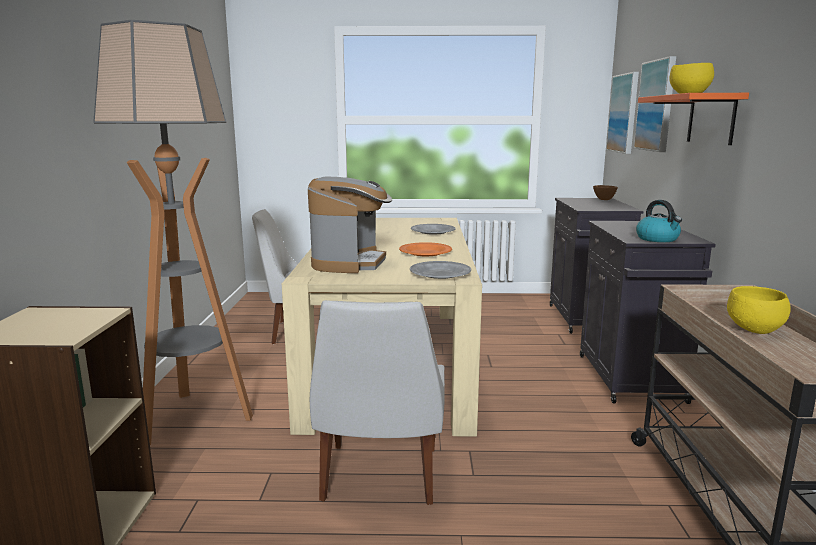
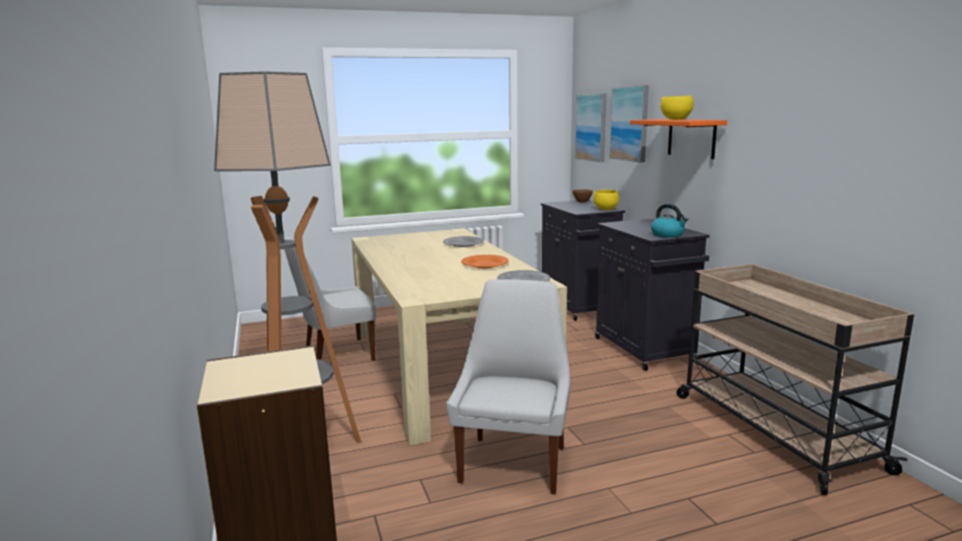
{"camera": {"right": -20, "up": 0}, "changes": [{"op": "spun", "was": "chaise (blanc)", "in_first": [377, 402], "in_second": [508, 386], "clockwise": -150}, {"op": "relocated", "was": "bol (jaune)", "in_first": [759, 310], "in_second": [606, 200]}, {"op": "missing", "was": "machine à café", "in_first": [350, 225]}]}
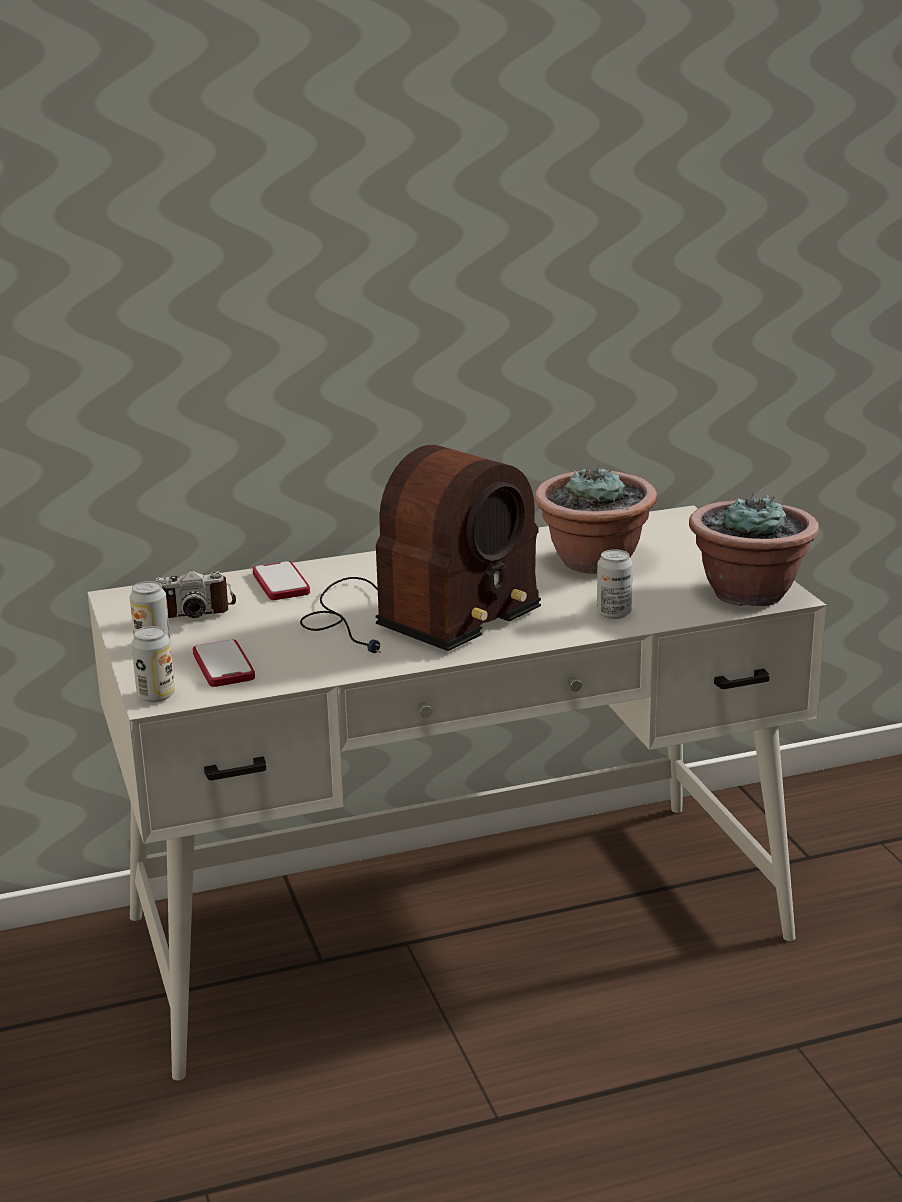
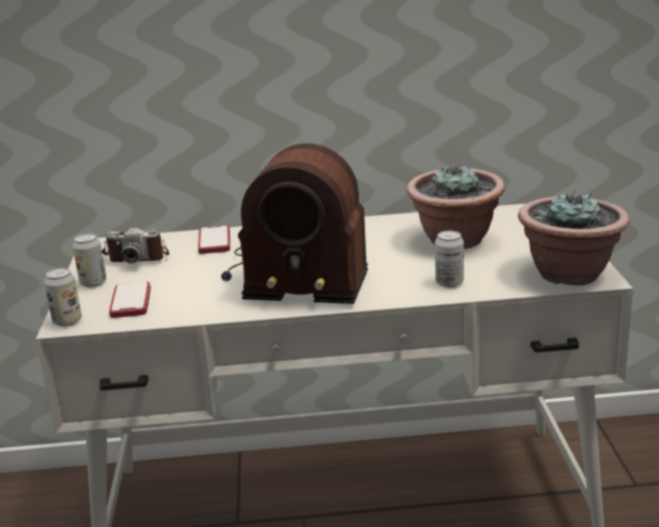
{"camera": {"right": 15, "up": 0}, "changes": [{"op": "spun", "was": "radio", "in_first": [420, 549], "in_second": [294, 223], "clockwise": 45}]}
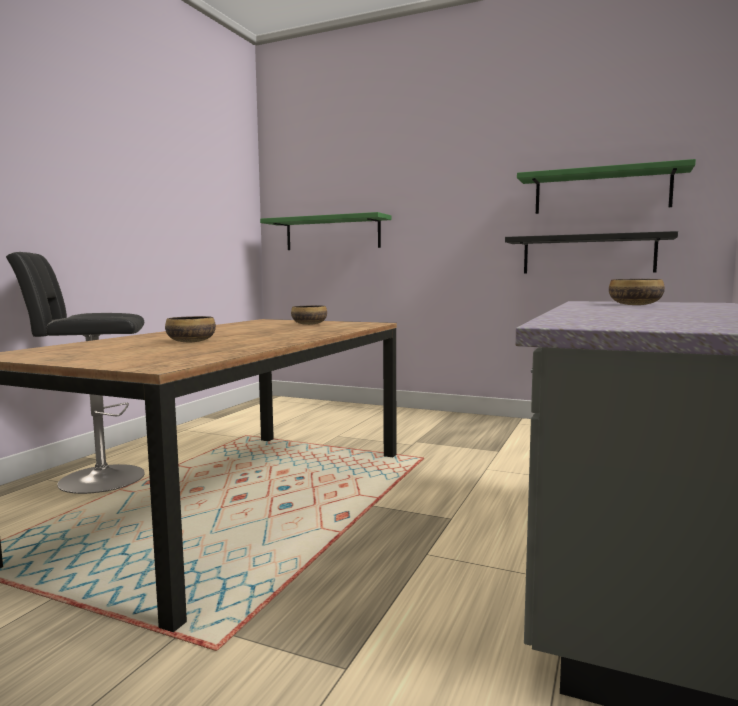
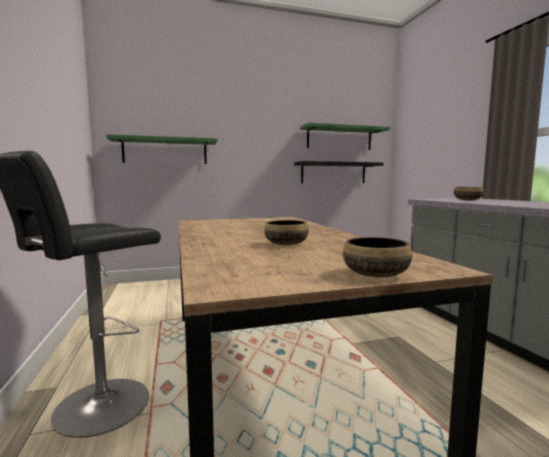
{"camera": {"right": -40, "up": 0}, "changes": [{"op": "relocated", "was": "bol", "in_first": [309, 315], "in_second": [377, 257]}]}
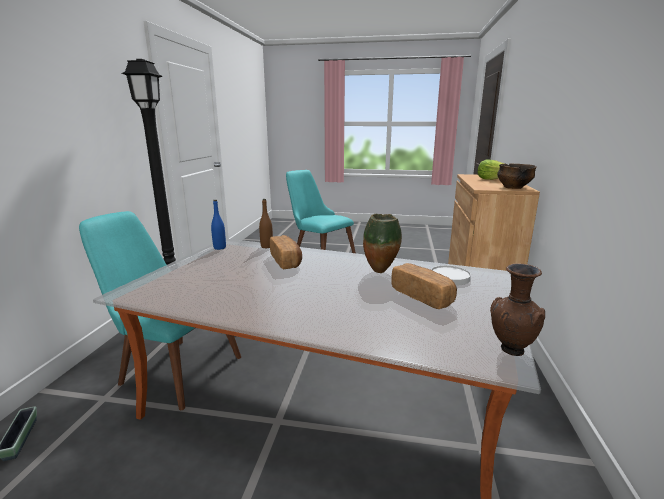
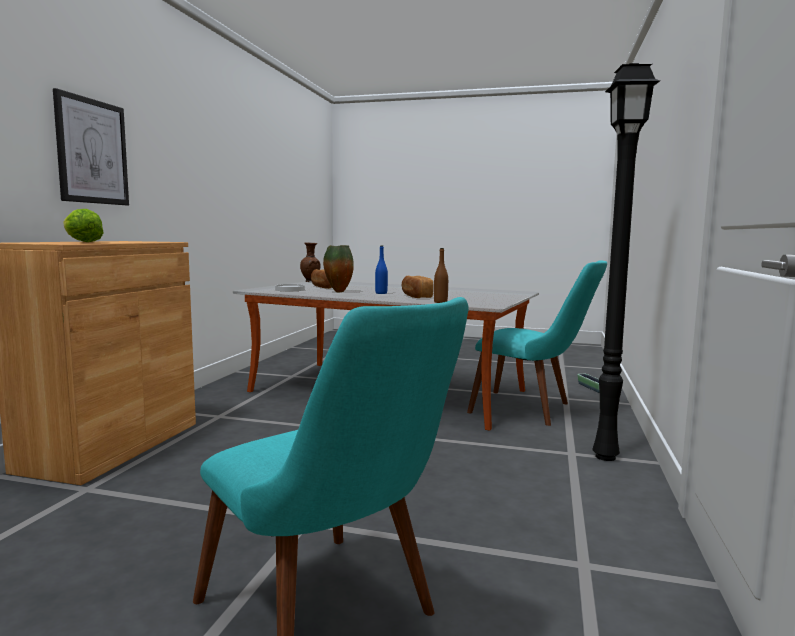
{"camera": {"right": -175, "up": -10}, "changes": [{"op": "appeared", "now": "tableau", "in_second": [91, 146]}, {"op": "relocated", "was": "bouteille (bleu)", "in_first": [218, 225], "in_second": [381, 270]}, {"op": "missing", "was": "bol", "in_first": [517, 176]}]}
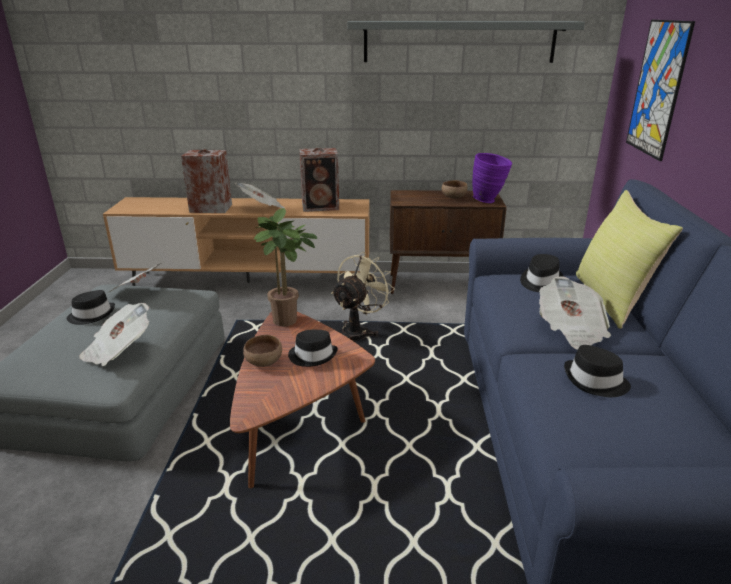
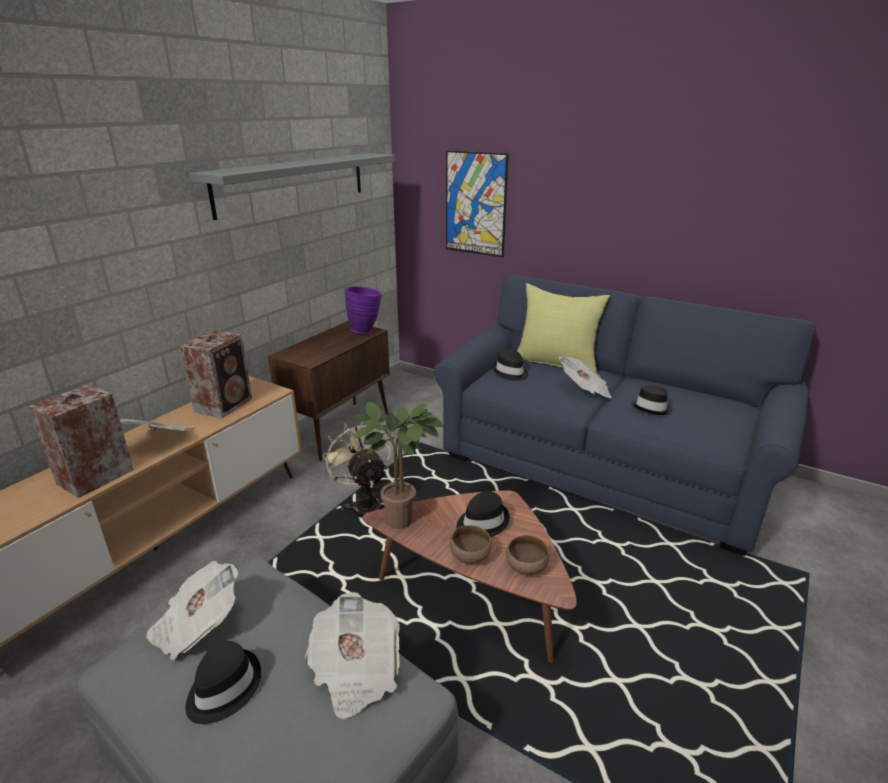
{"camera": {"right": -60, "up": 0}, "changes": [{"op": "relocated", "was": "bol (marron)", "in_first": [454, 189], "in_second": [527, 555]}]}
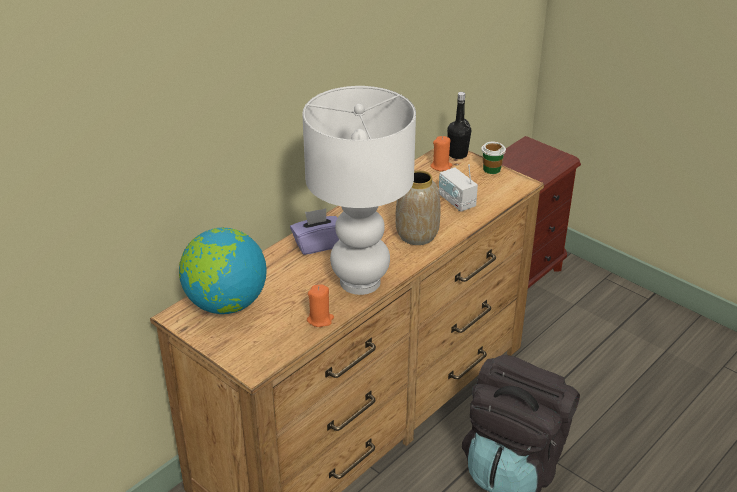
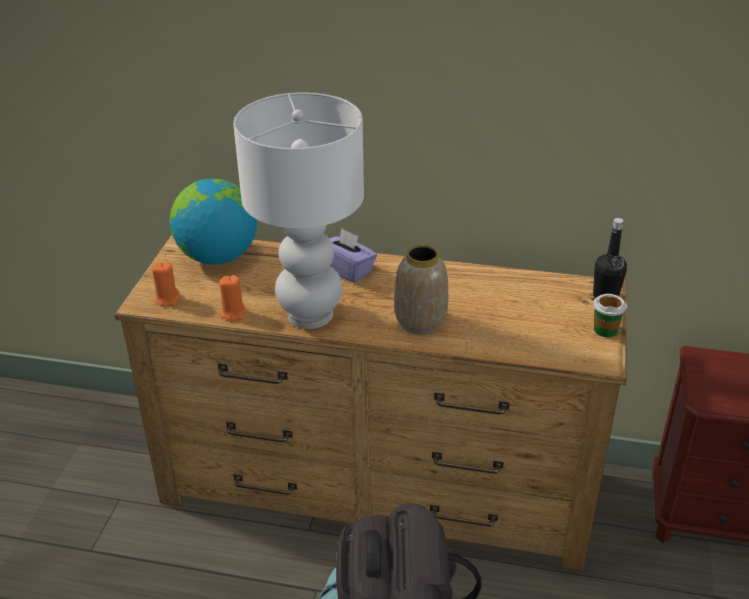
{"camera": {"right": 60, "up": 0}, "changes": [{"op": "relocated", "was": "bougie (orange)", "in_first": [441, 153], "in_second": [166, 284]}, {"op": "missing", "was": "radio", "in_first": [458, 188]}]}
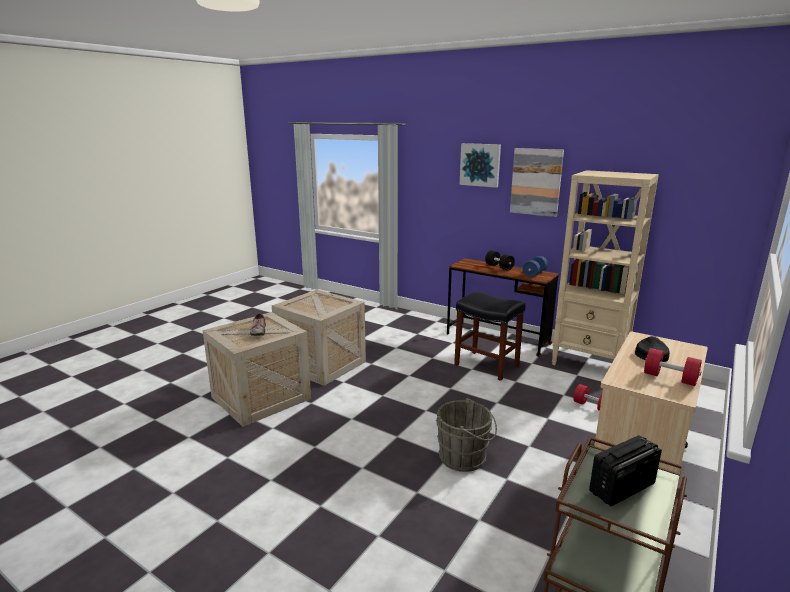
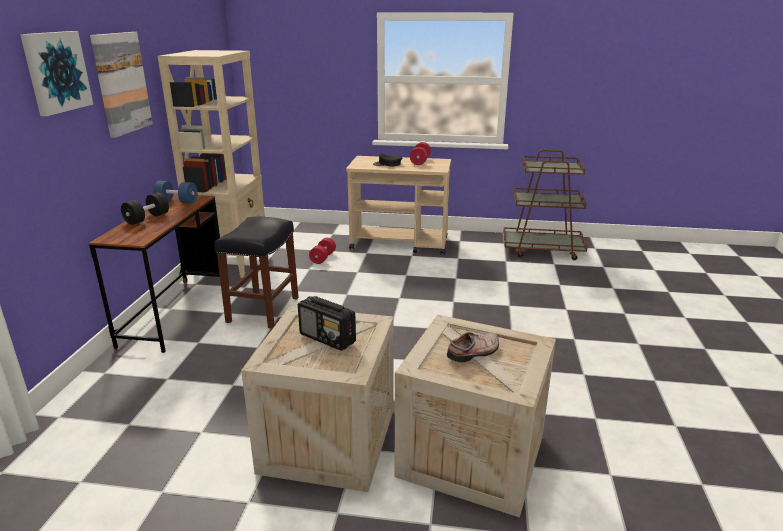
{"camera": {"right": -115, "up": 5}, "changes": [{"op": "relocated", "was": "radio", "in_first": [625, 470], "in_second": [327, 323]}, {"op": "missing", "was": "seau (gris)", "in_first": [466, 435]}]}
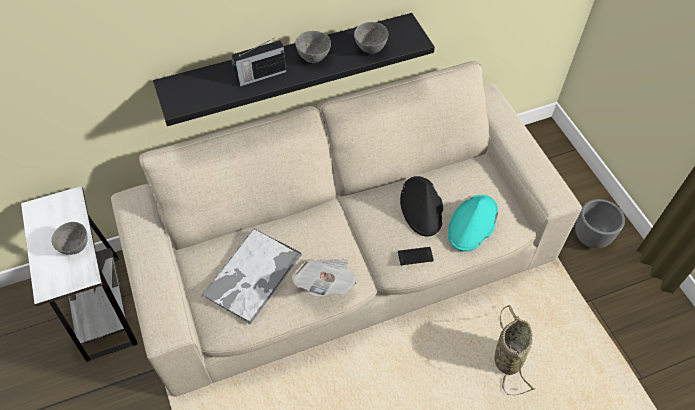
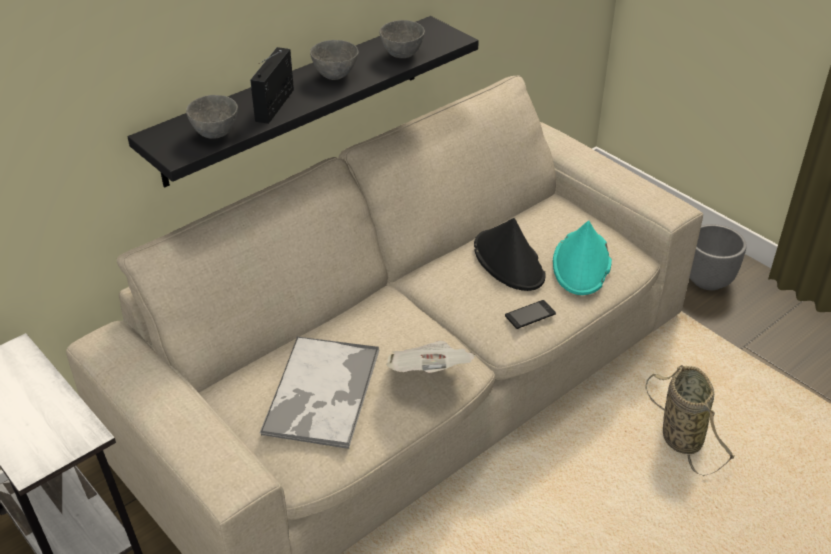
{"camera": {"right": -20, "up": -15}, "changes": [{"op": "relocated", "was": "bol (gris)", "in_first": [69, 238], "in_second": [212, 117]}, {"op": "spun", "was": "radio", "in_first": [258, 62], "in_second": [272, 85], "clockwise": 150}]}
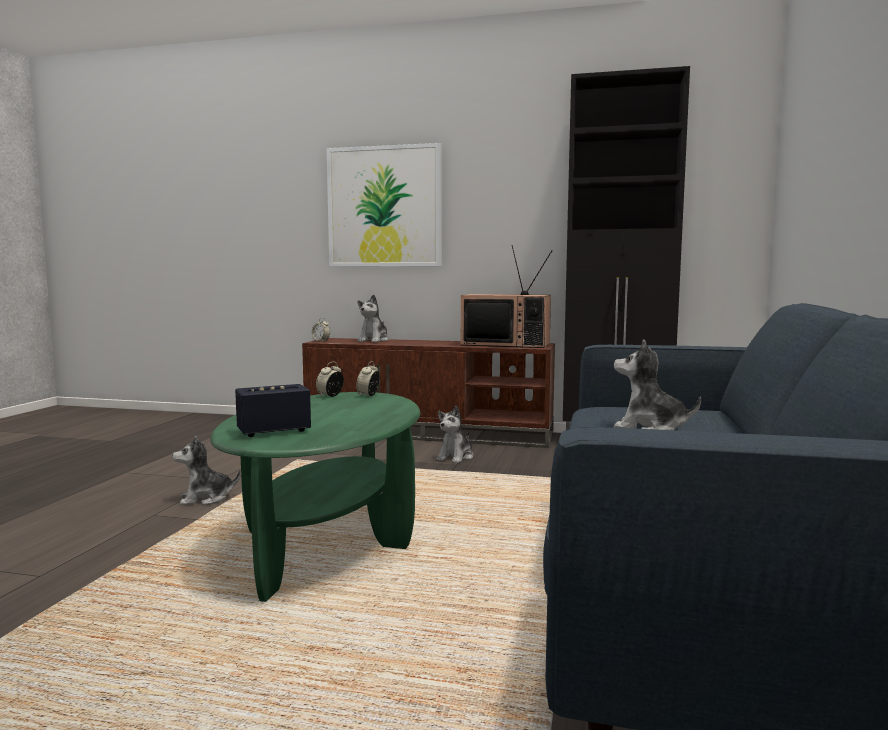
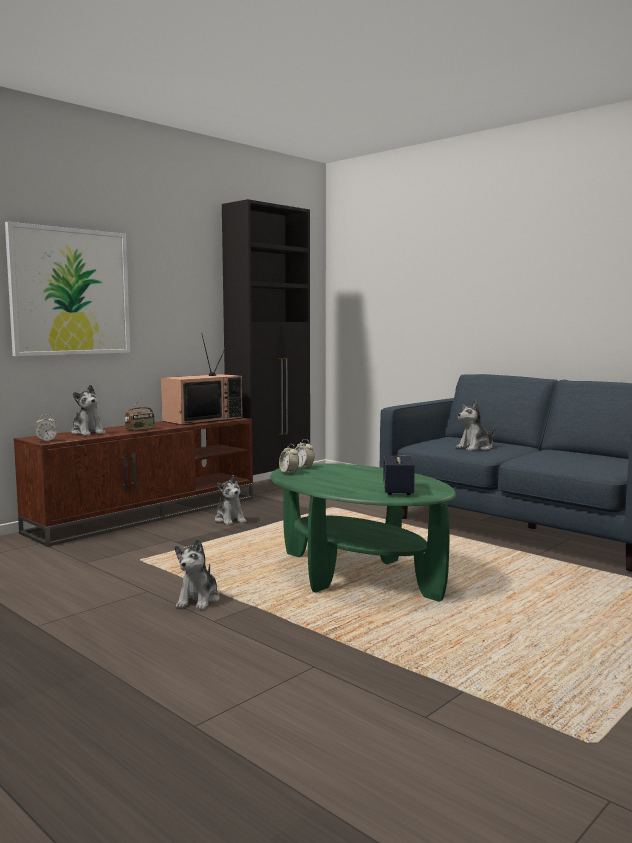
{"camera": {"right": -60, "up": 0}, "changes": [{"op": "appeared", "now": "radio", "in_second": [140, 414]}]}
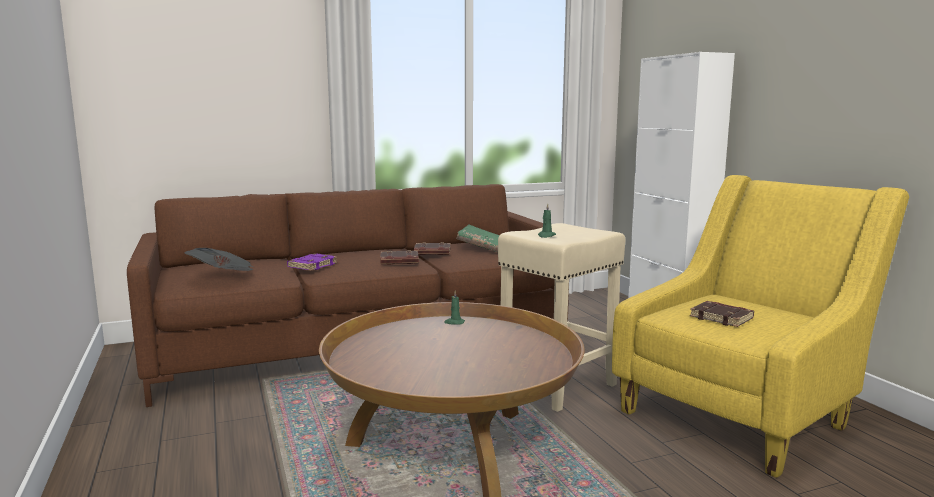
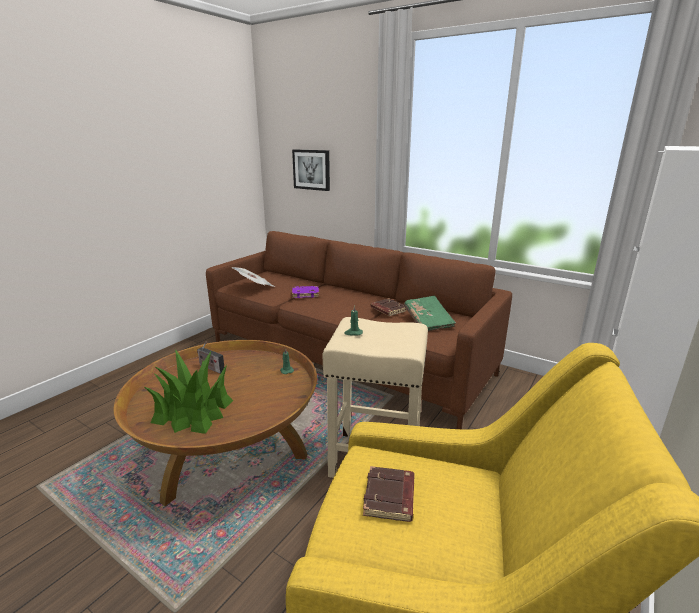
{"camera": {"right": 55, "up": 10}, "changes": [{"op": "appeared", "now": "plante en pot", "in_second": [189, 391]}, {"op": "appeared", "now": "radio", "in_second": [210, 358]}, {"op": "appeared", "now": "tableau", "in_second": [311, 170]}, {"op": "missing", "was": "livre (marron)", "in_first": [399, 257]}]}
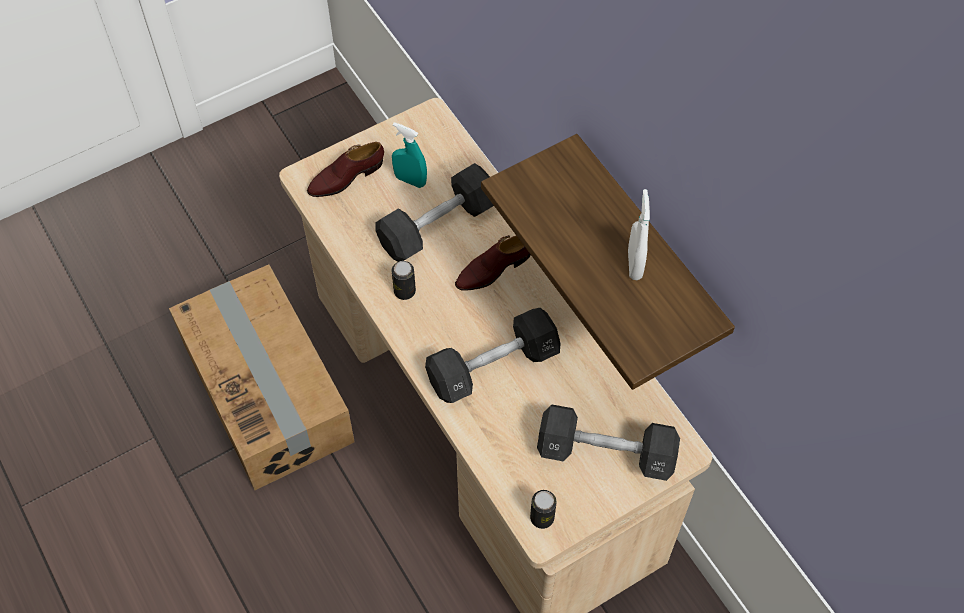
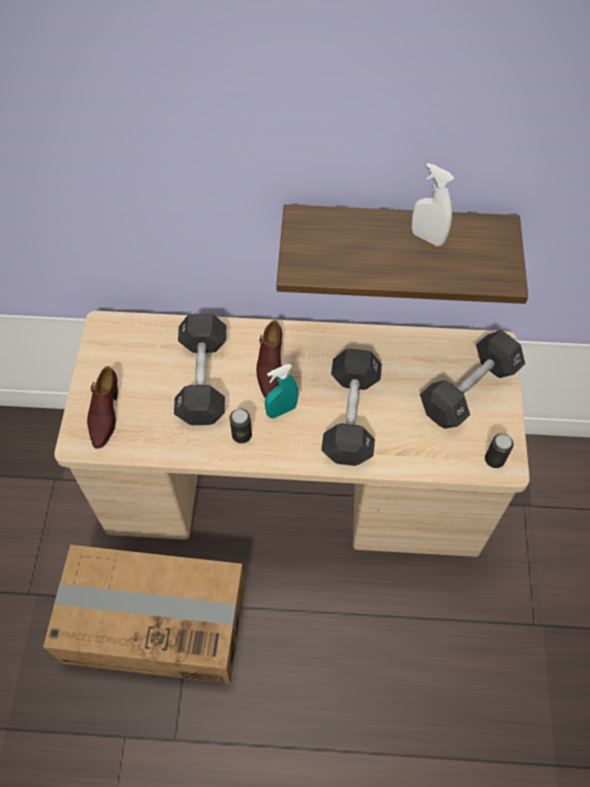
{"camera": {"right": -55, "up": 0}, "changes": [{"op": "relocated", "was": "vaporisateur (turquoise)", "in_first": [409, 155], "in_second": [281, 391]}]}
